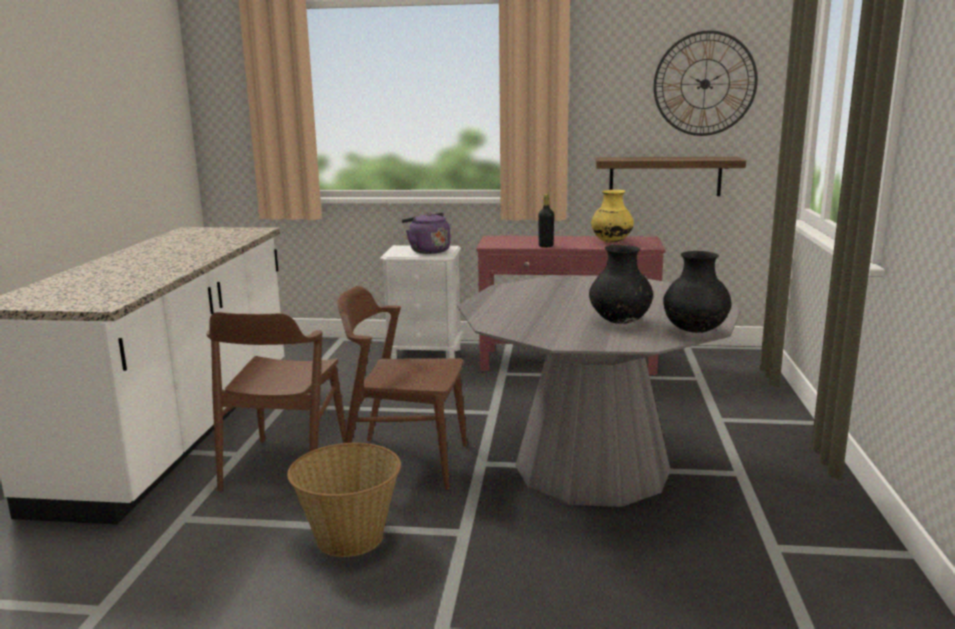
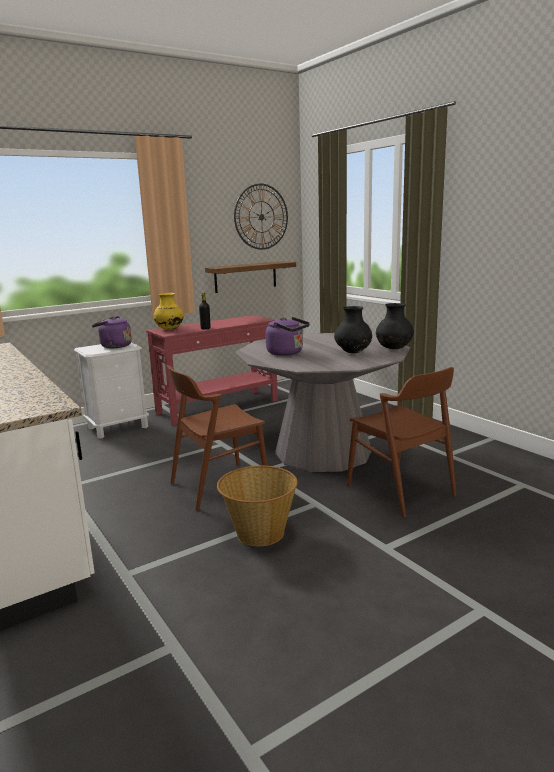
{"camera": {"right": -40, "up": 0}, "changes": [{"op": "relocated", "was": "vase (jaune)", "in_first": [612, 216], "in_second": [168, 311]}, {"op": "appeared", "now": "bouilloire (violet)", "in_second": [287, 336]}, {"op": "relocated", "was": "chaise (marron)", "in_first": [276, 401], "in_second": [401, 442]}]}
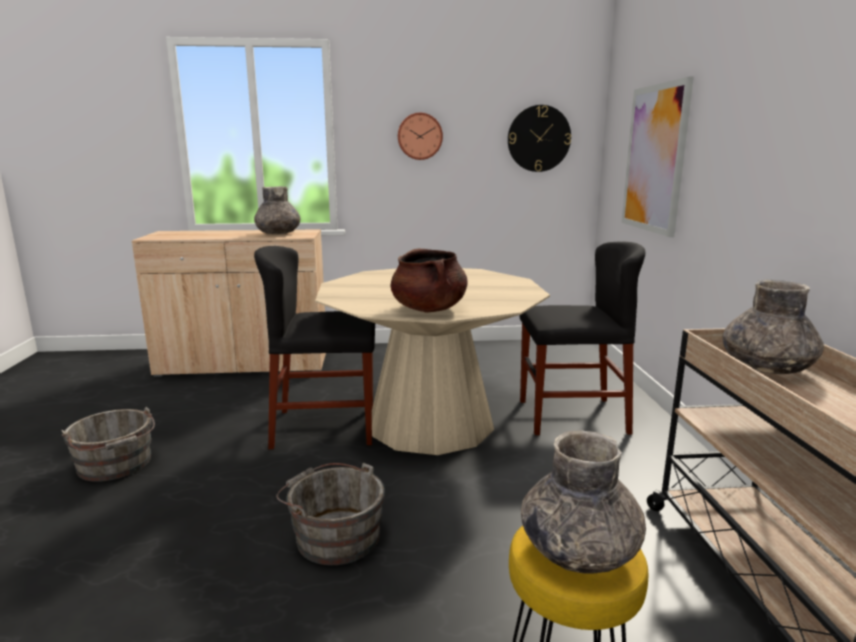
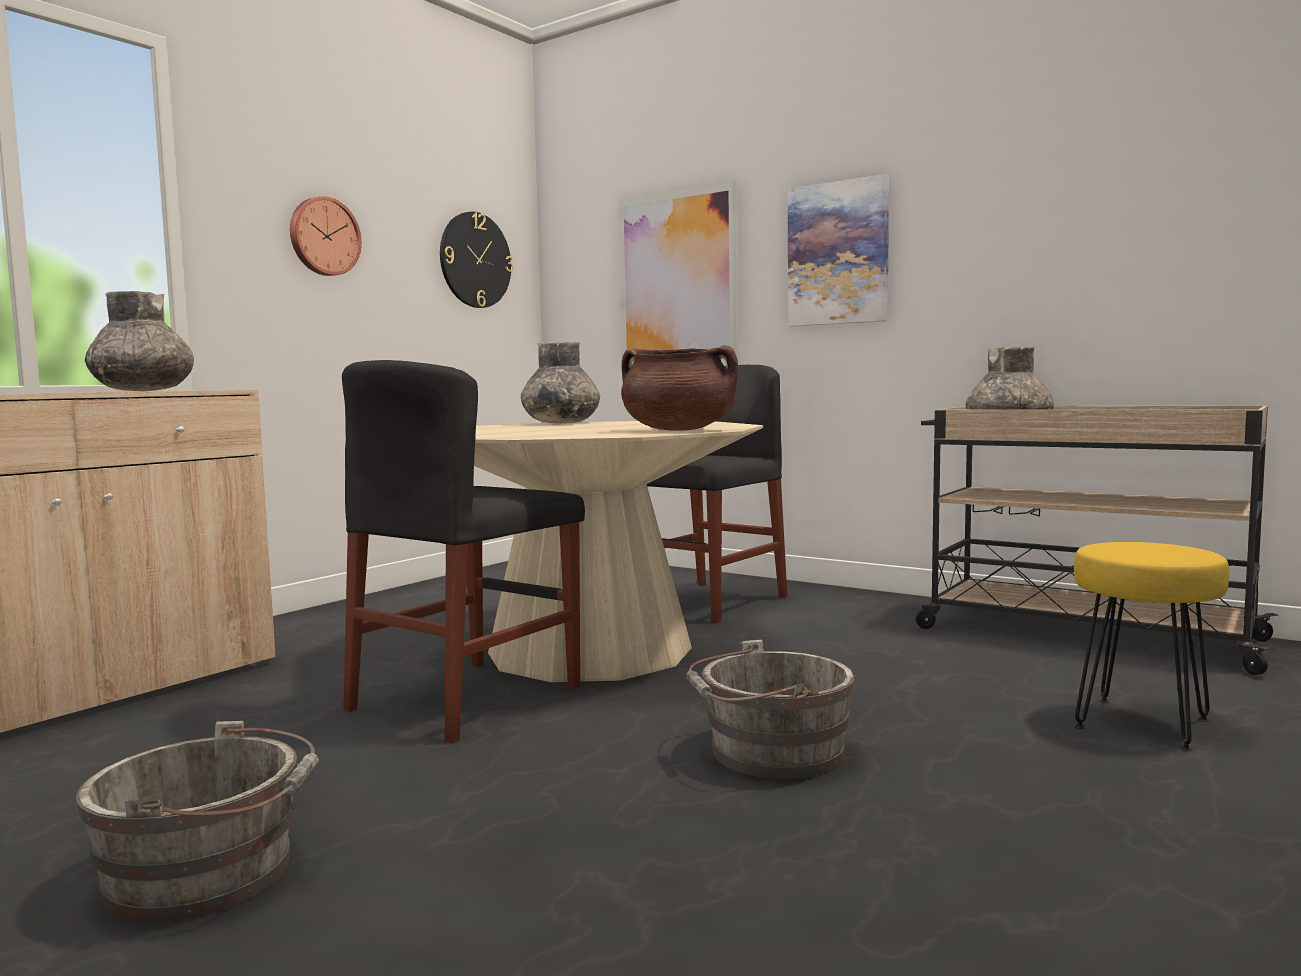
{"camera": {"right": -50, "up": -10}, "changes": [{"op": "relocated", "was": "vase (gris)", "in_first": [583, 502], "in_second": [560, 382]}, {"op": "appeared", "now": "tableau", "in_second": [838, 250]}]}
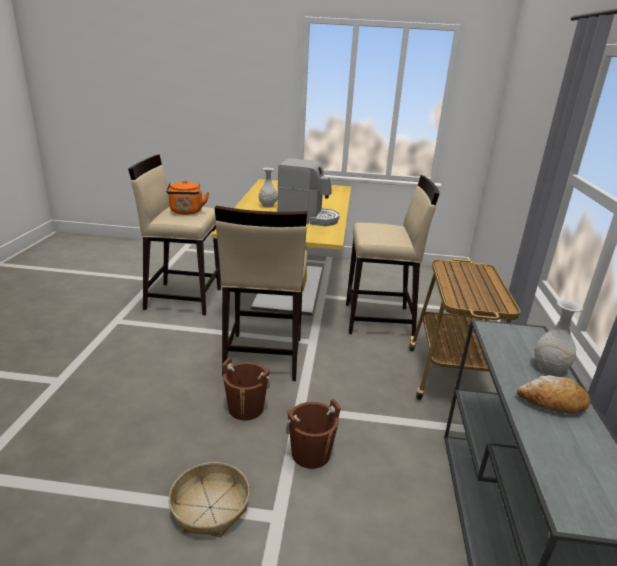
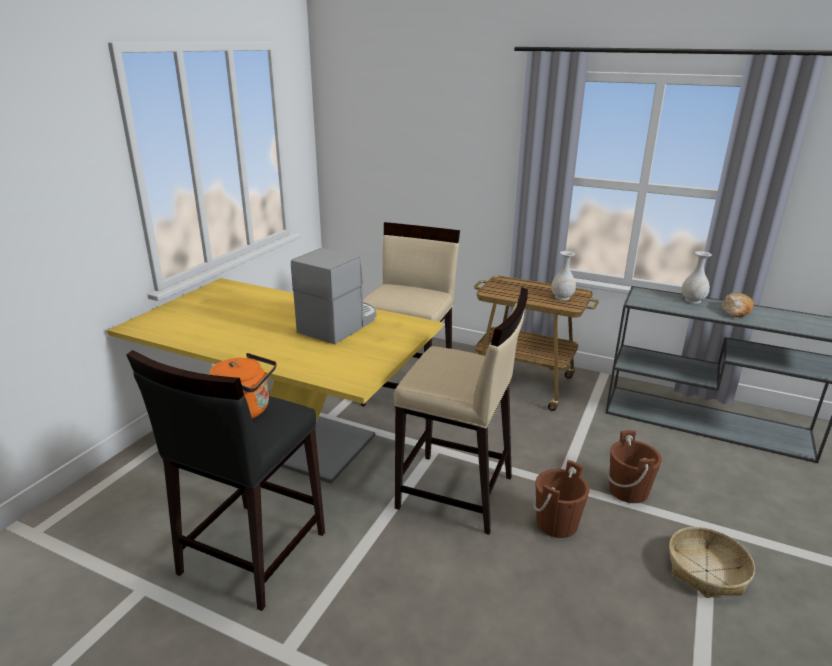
{"camera": {"right": -70, "up": 0}, "changes": [{"op": "colour", "was": "tabouret (beige)", "now": "tabouret (noir)", "in_first": [174, 235], "in_second": [225, 480]}, {"op": "relocated", "was": "vase (blanc)", "in_first": [268, 187], "in_second": [563, 275]}]}
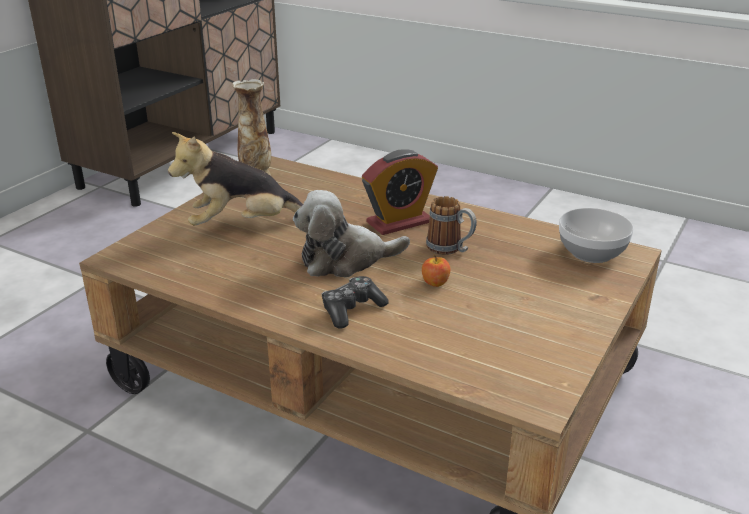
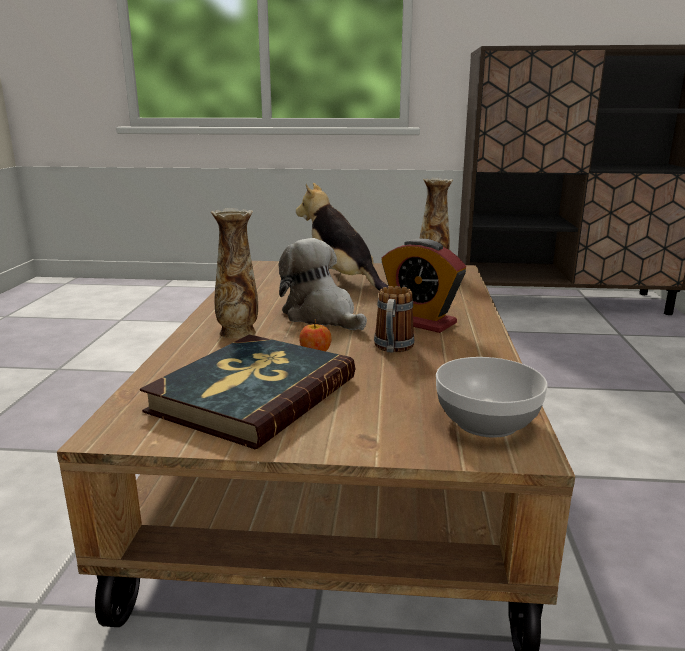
{"camera": {"right": 65, "up": -10}, "changes": [{"op": "appeared", "now": "livre", "in_second": [247, 392]}, {"op": "exchanged", "was": "manette", "now": "vase", "in_first": [355, 302], "in_second": [234, 273]}]}
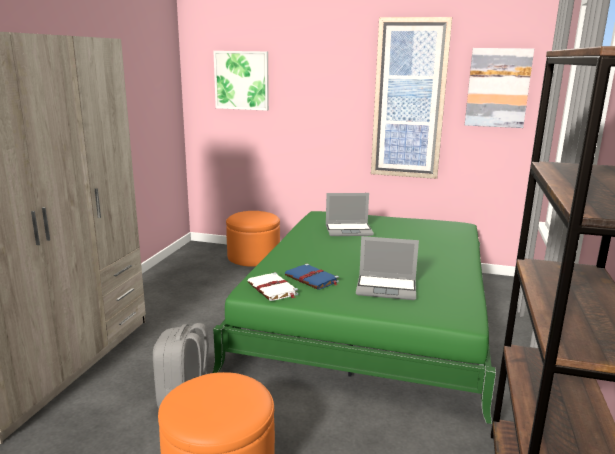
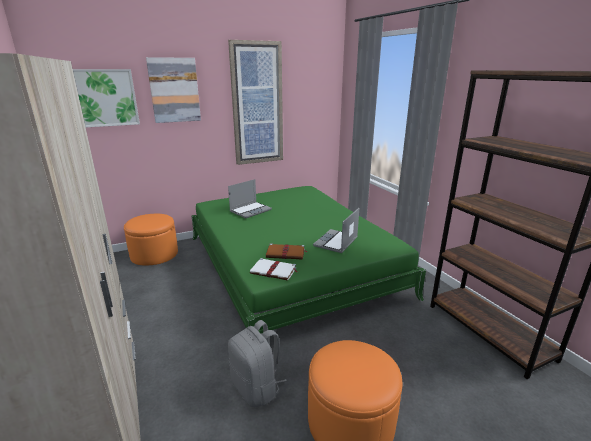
{"camera": {"right": -40, "up": 5}, "changes": [{"op": "relocated", "was": "tableau", "in_first": [499, 88], "in_second": [173, 90]}, {"op": "colour", "was": "livre (bleu)", "now": "livre (marron)", "in_first": [312, 277], "in_second": [286, 251]}, {"op": "spun", "was": "ordinateur portable", "in_first": [387, 268], "in_second": [336, 230], "clockwise": 150}]}
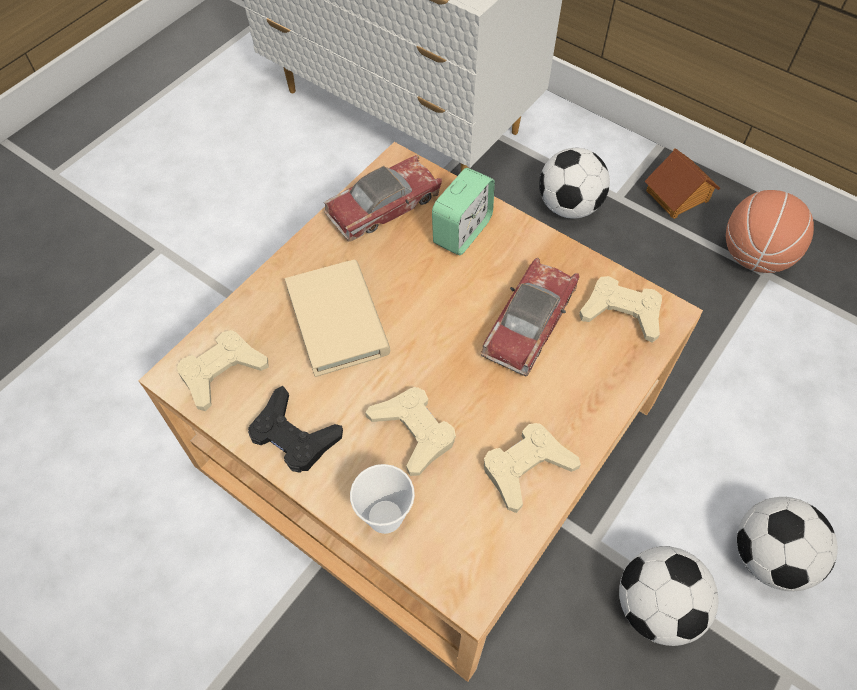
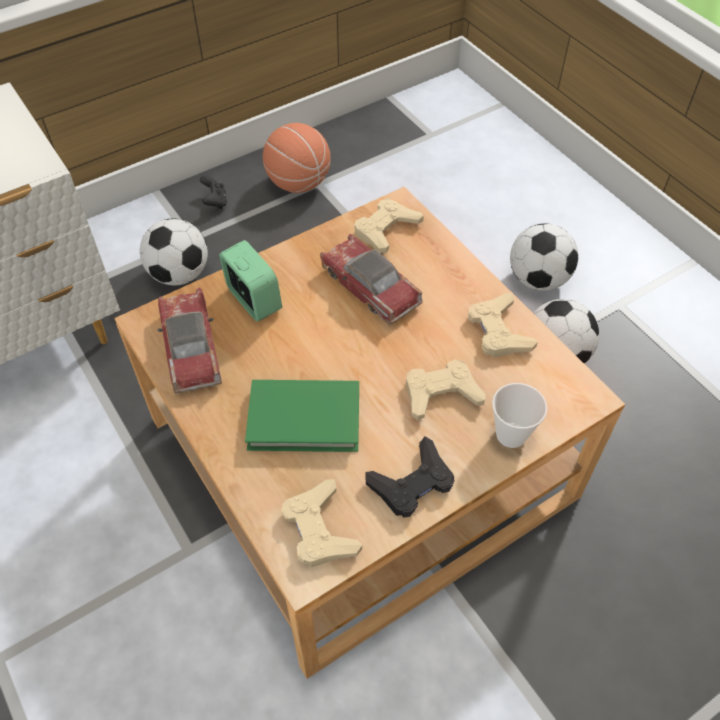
{"camera": {"right": -70, "up": -5}, "changes": [{"op": "exchanged", "was": "maison miniature", "now": "manette (noir)", "in_first": [682, 183], "in_second": [213, 192]}, {"op": "colour", "was": "livre (beige)", "now": "livre (vert)", "in_first": [337, 318], "in_second": [302, 416]}]}
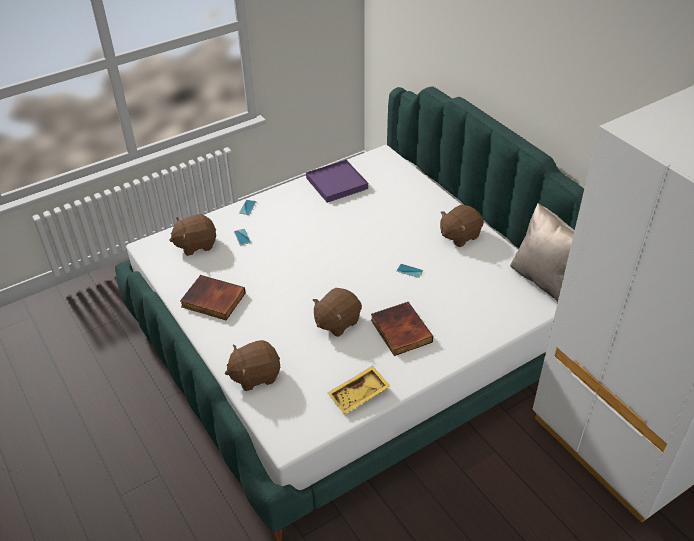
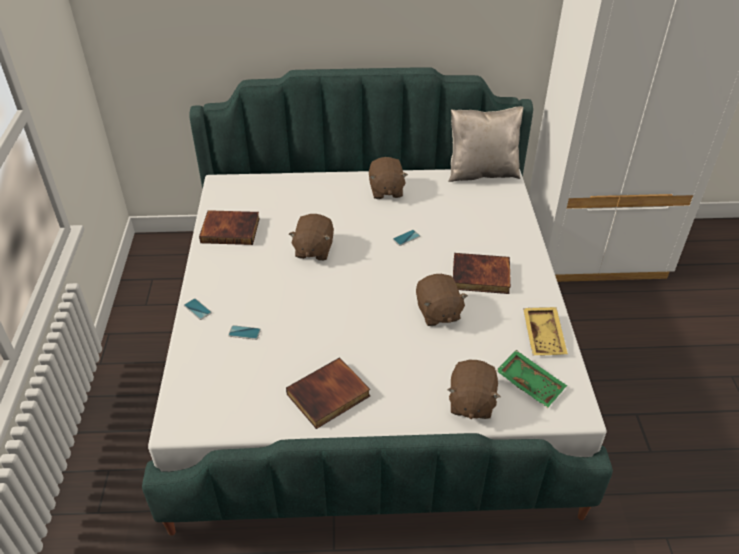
{"camera": {"right": -60, "up": 0}, "changes": [{"op": "exchanged", "was": "plateau (violet)", "now": "livre", "in_first": [337, 181], "in_second": [229, 227]}, {"op": "relocated", "was": "peluche (marron)", "in_first": [192, 235], "in_second": [311, 237]}, {"op": "appeared", "now": "plateau (vert)", "in_second": [531, 379]}]}
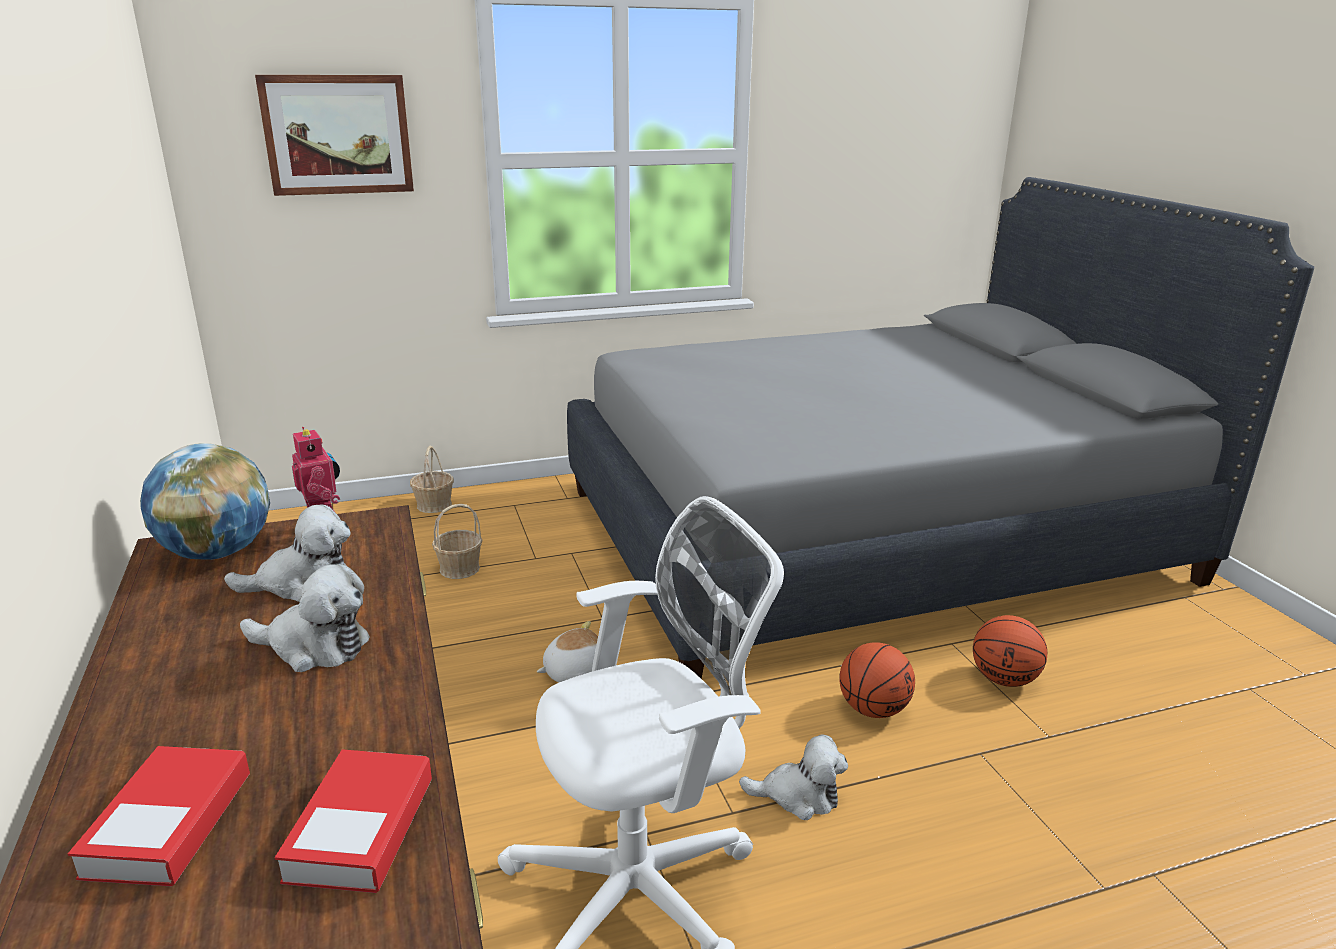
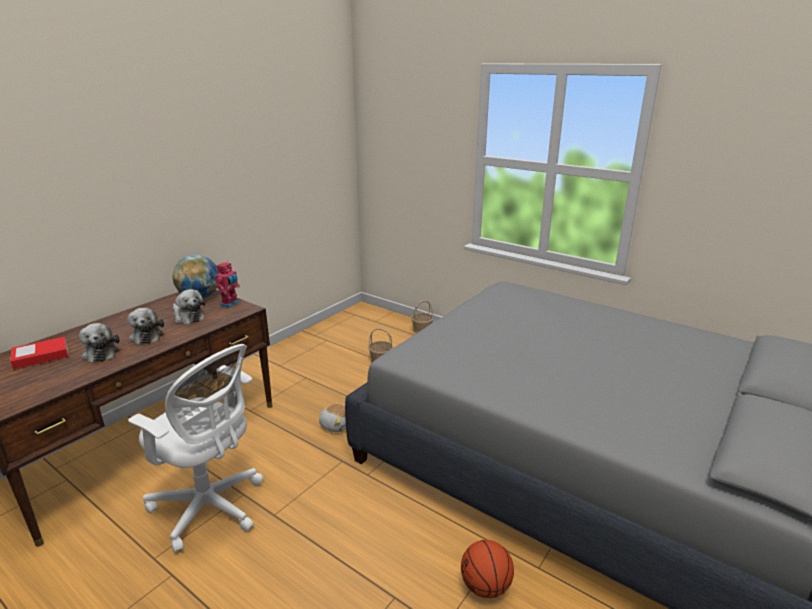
{"camera": {"right": 55, "up": 0}, "changes": [{"op": "relocated", "was": "peluche", "in_first": [793, 777], "in_second": [99, 343]}, {"op": "missing", "was": "tableau", "in_first": [334, 135]}, {"op": "missing", "was": "livre", "in_first": [353, 821]}, {"op": "missing", "was": "ballon de basket", "in_first": [877, 680]}]}
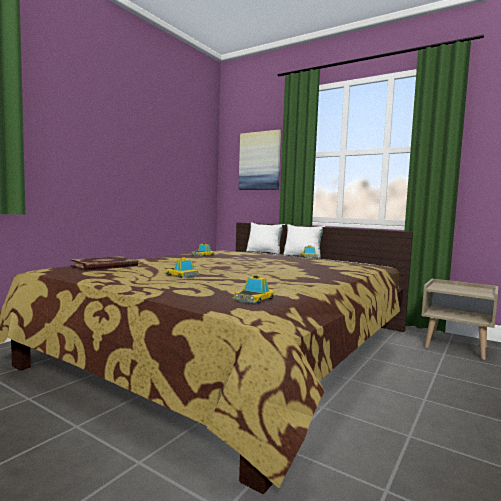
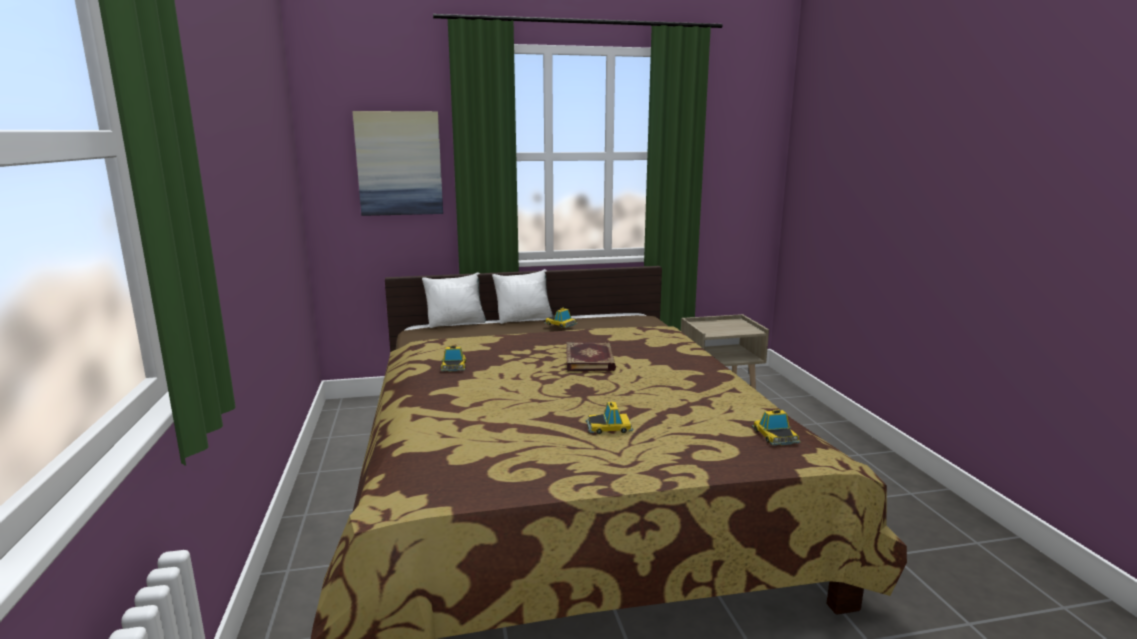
{"camera": {"right": -45, "up": 10}, "changes": [{"op": "relocated", "was": "livre", "in_first": [104, 263], "in_second": [591, 356]}]}
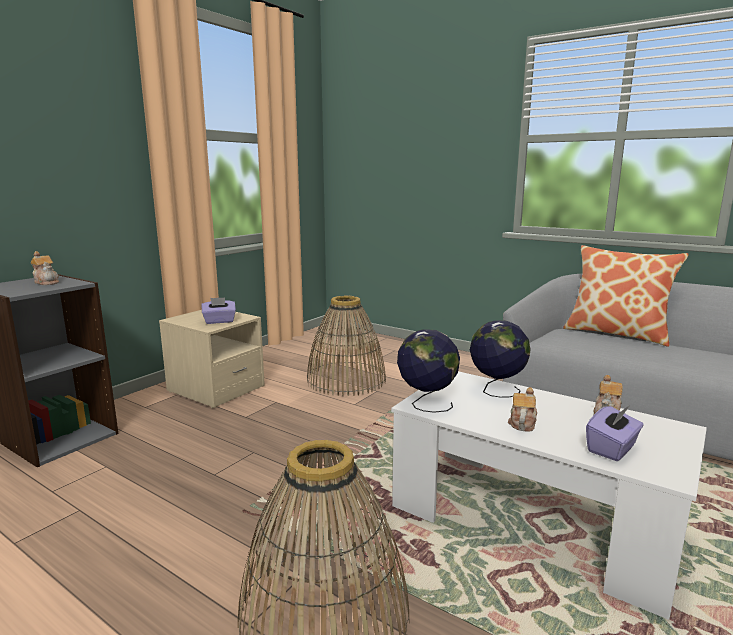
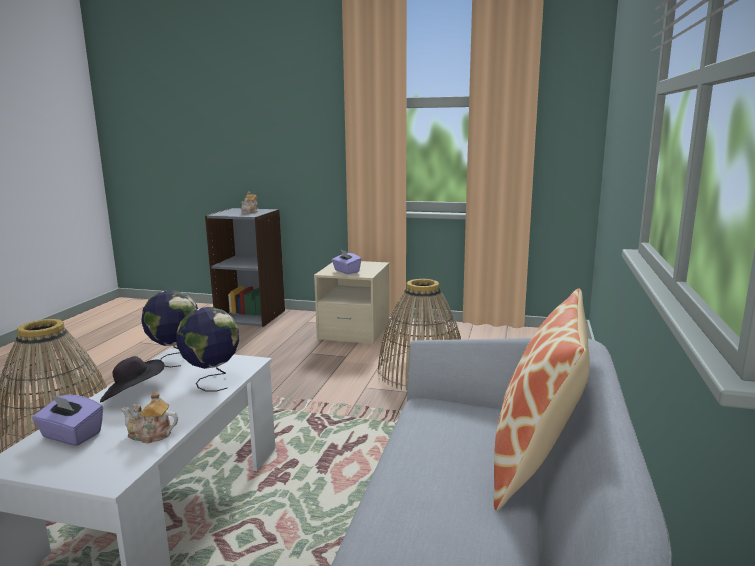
{"camera": {"right": 70, "up": 0}, "changes": [{"op": "exchanged", "was": "théière", "now": "chapeau (noir)", "in_first": [522, 409], "in_second": [132, 379]}]}
